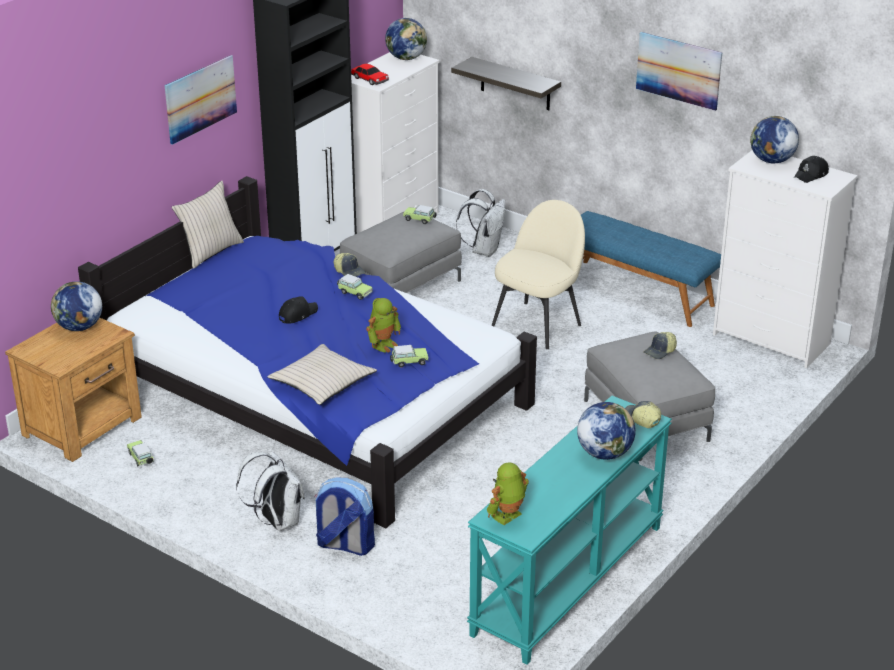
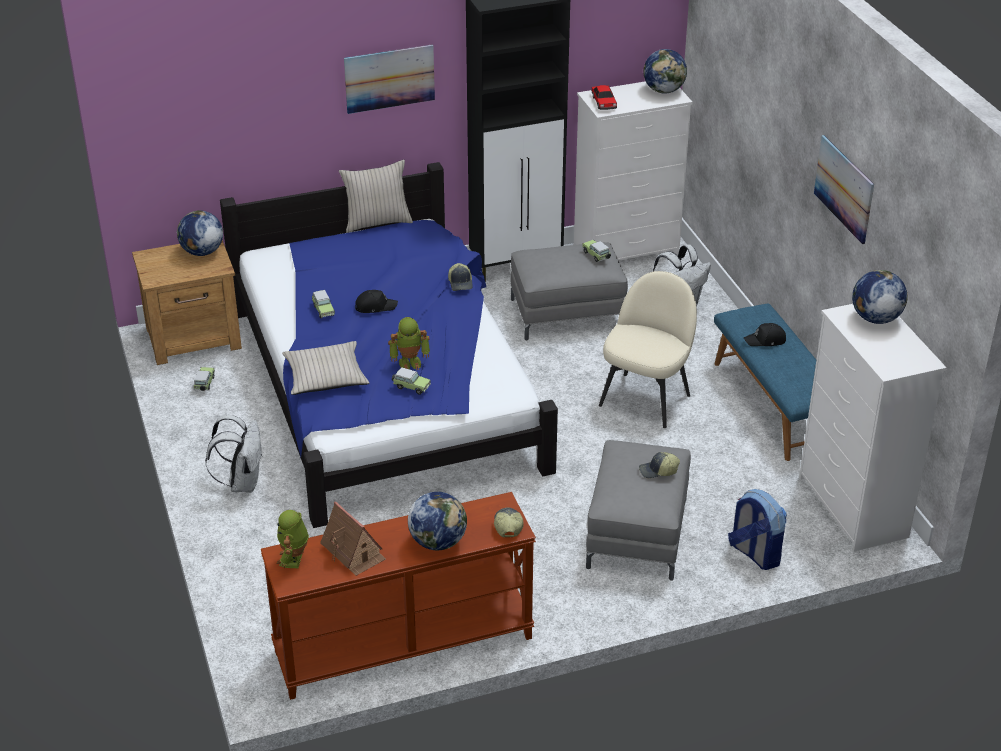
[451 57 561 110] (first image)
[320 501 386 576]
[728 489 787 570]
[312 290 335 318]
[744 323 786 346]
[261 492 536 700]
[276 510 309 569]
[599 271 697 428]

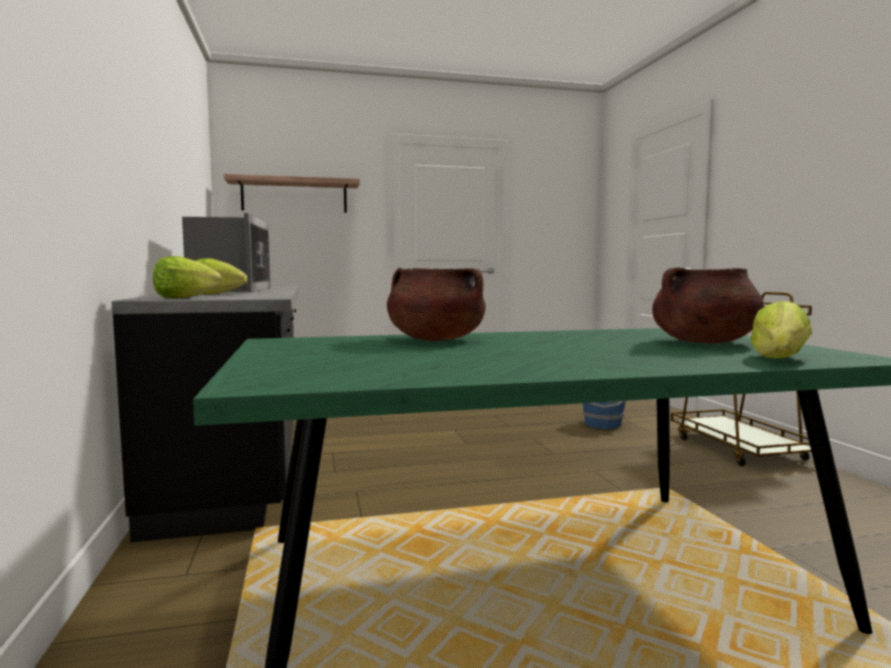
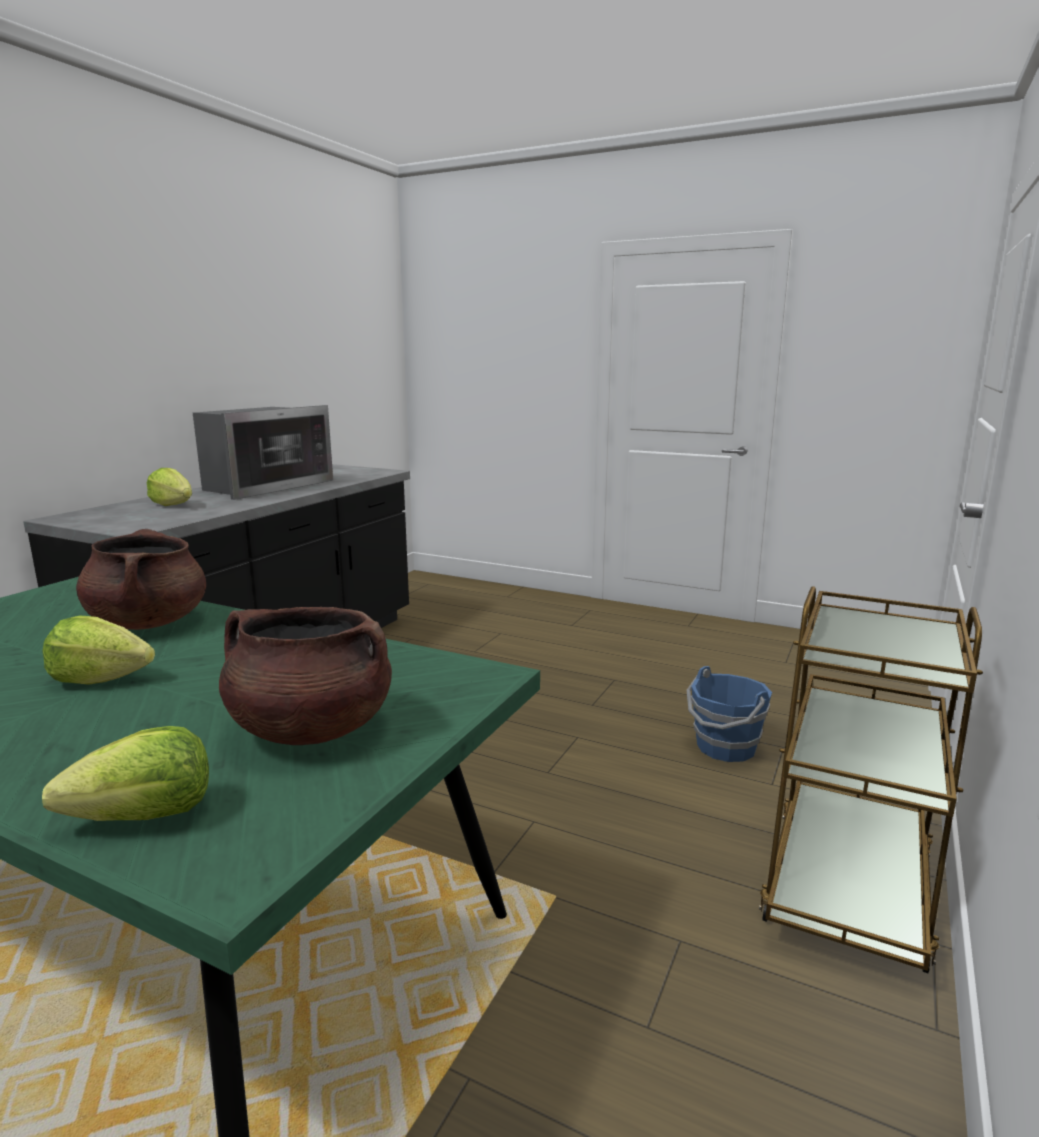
[224 174 360 213] (first image)
[42 616 155 685]

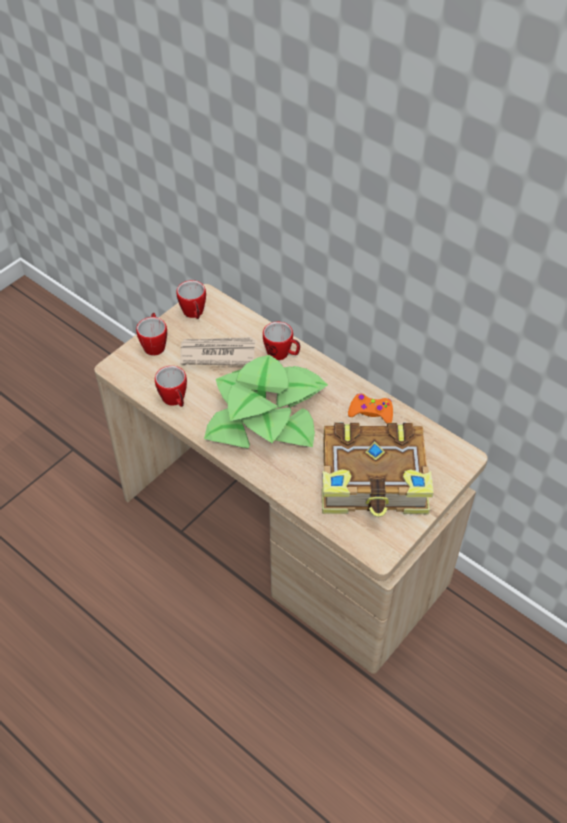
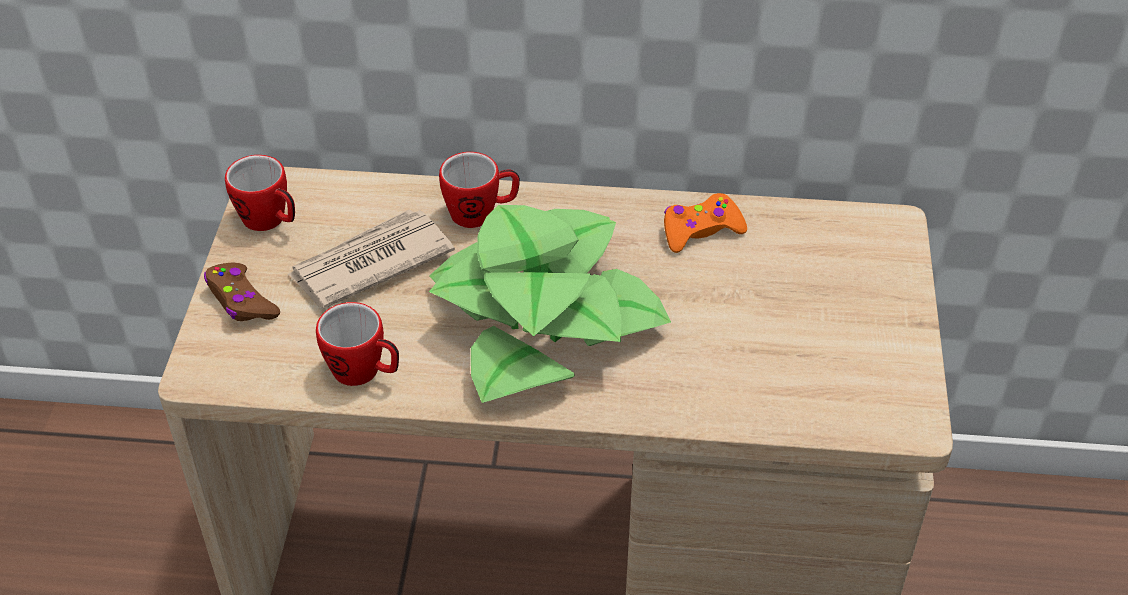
[322 423 434 517] (first image)
[204 262 280 321]

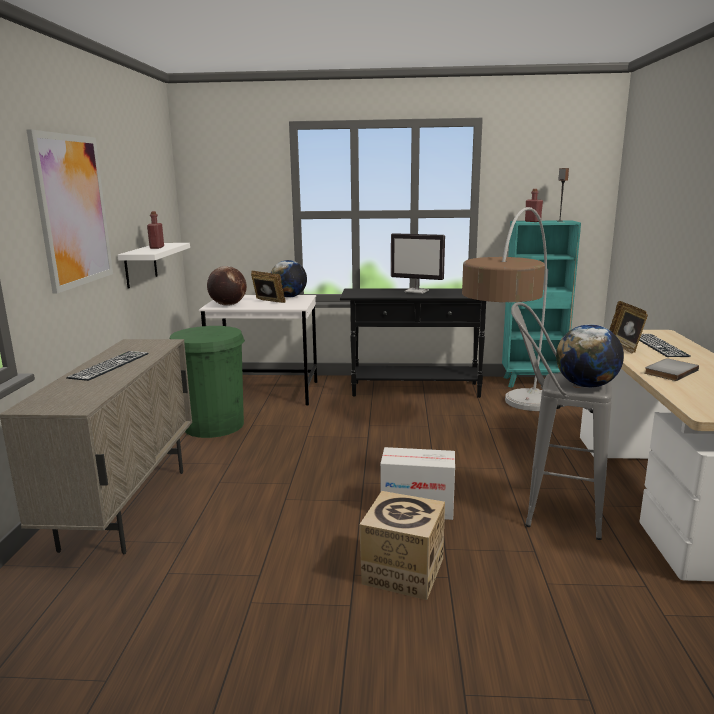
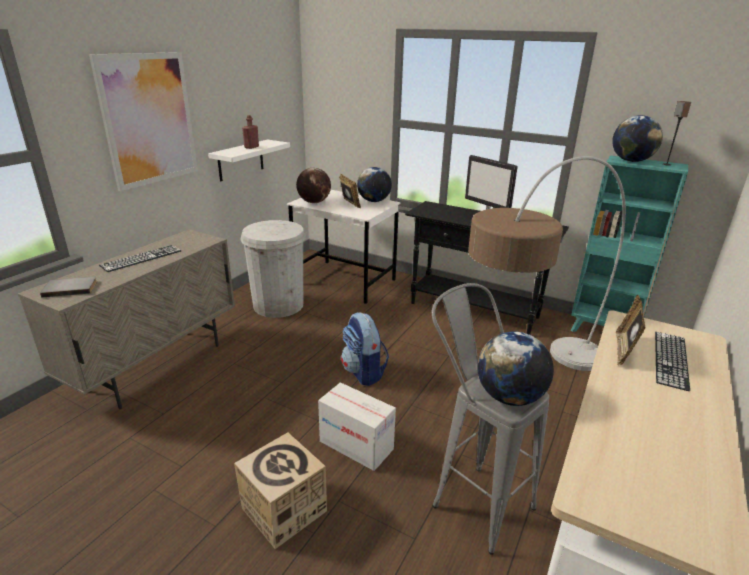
[341 312 389 386]
[40 277 97 298]
[612 115 663 162]
[240 220 306 318]

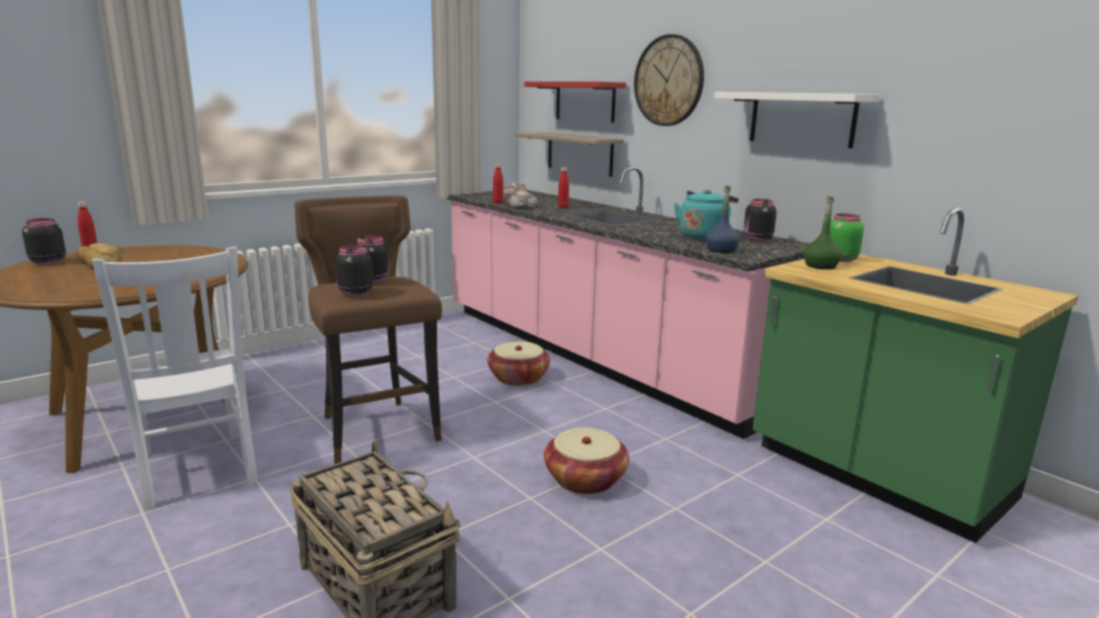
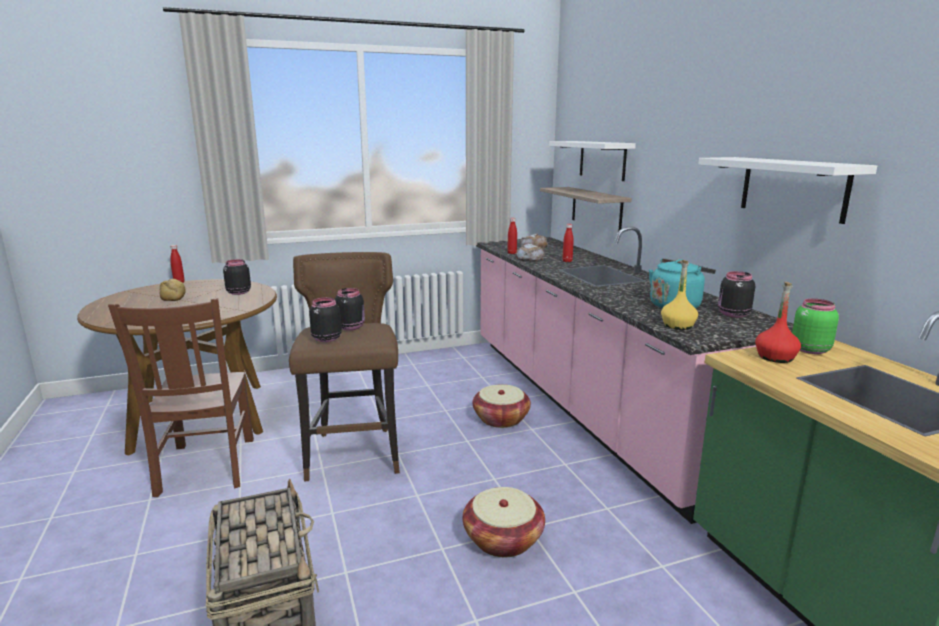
[634 34 704 126] (first image)
[223 259 251 295]
[108 298 254 497]
[549 141 636 181]
[661 260 698 330]
[755 282 801 363]

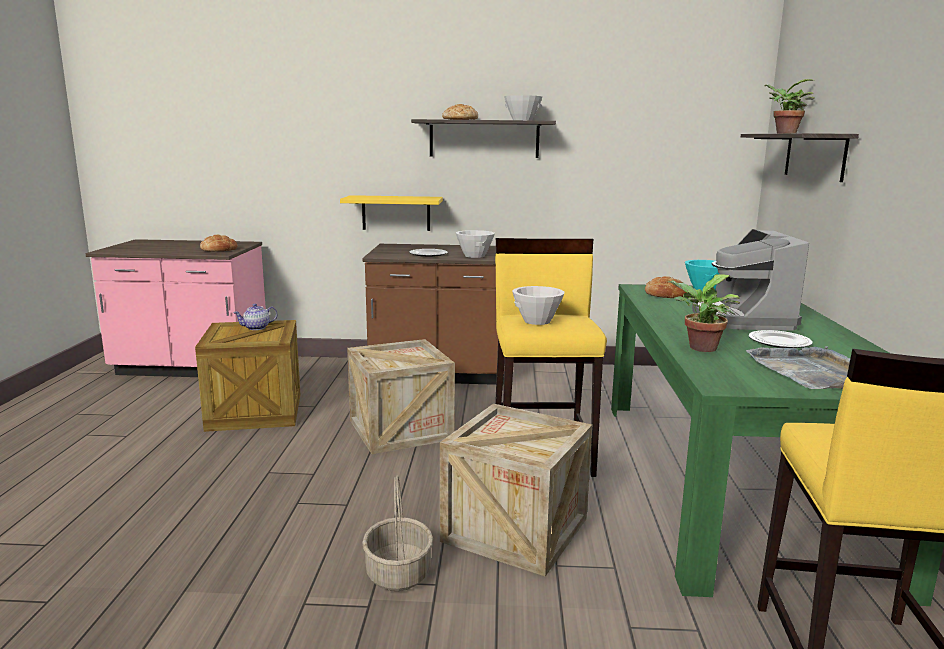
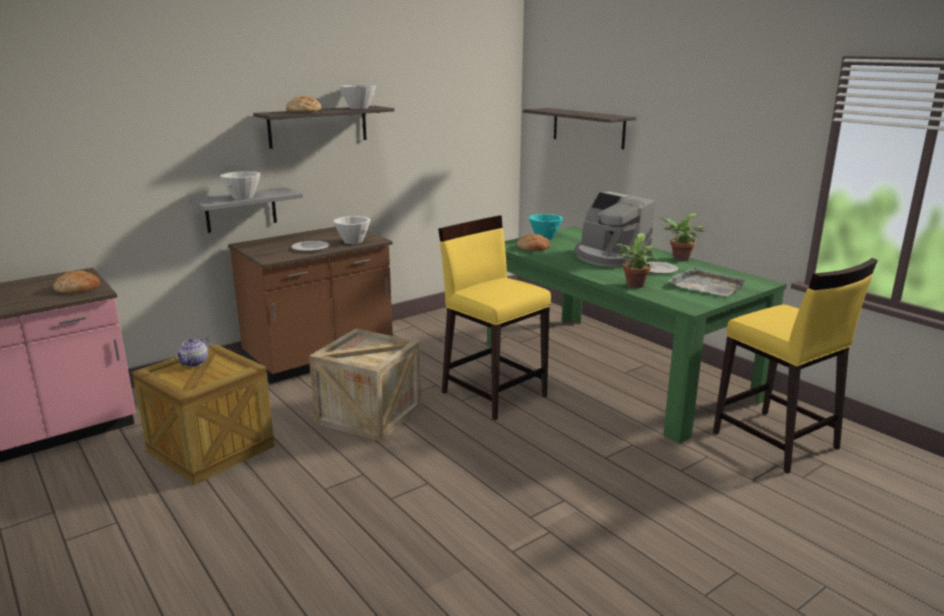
[362 476 433 591] (first image)
[440 404 592 576] (first image)
[220 171 261 200]
[660 214 704 261]
[190 187 303 233]

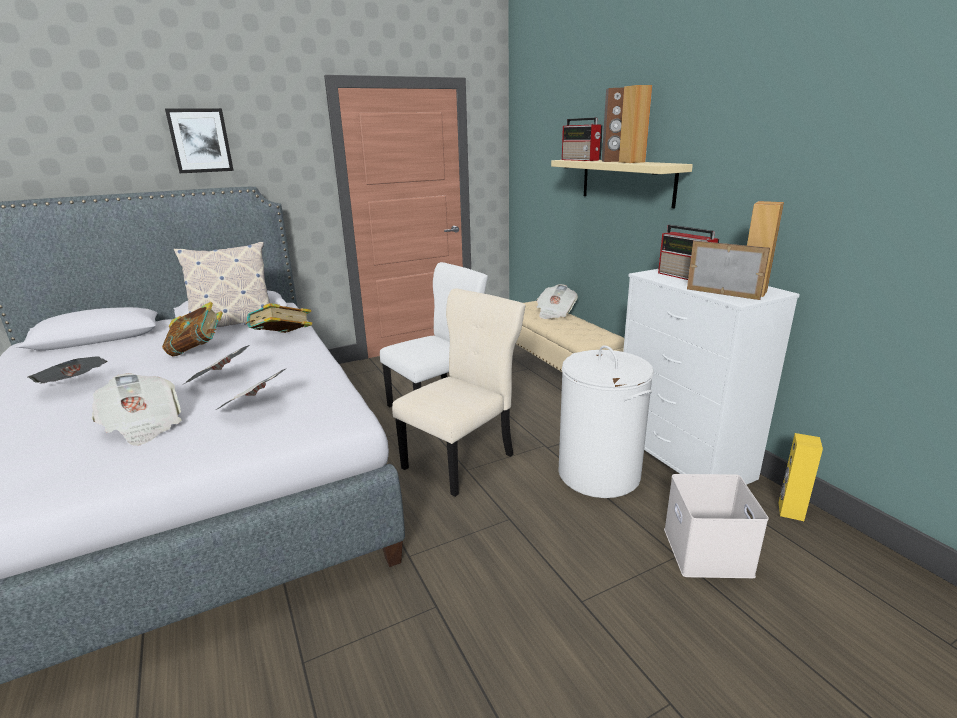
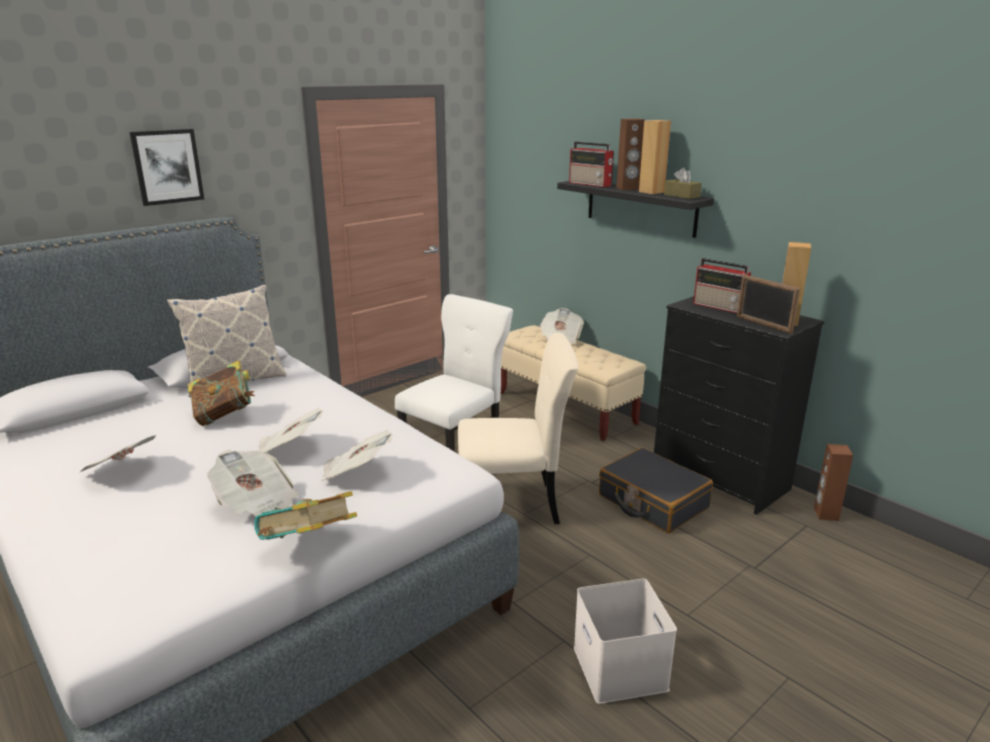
[664 168 702 199]
[254 491 357 540]
[574 579 677 704]
[599 448 713 533]
[557 181 714 238]
[654 296 824 515]
[814 444 853 521]
[458 332 579 524]
[737 274 800 334]

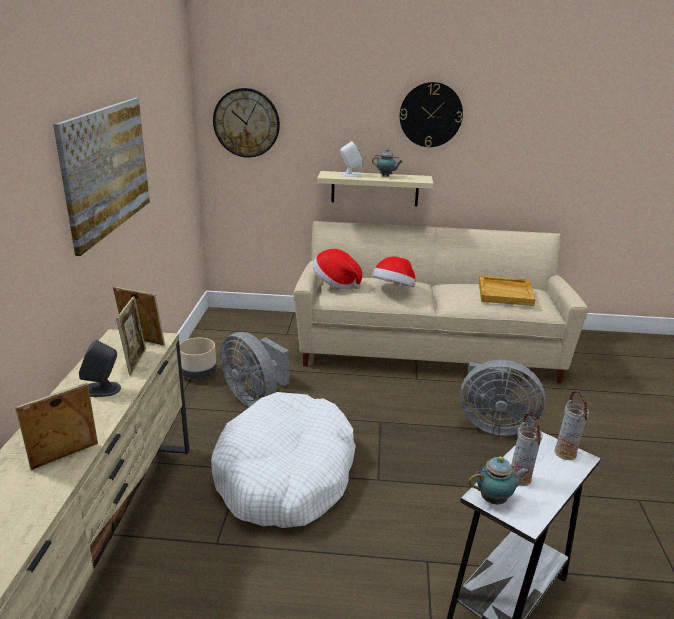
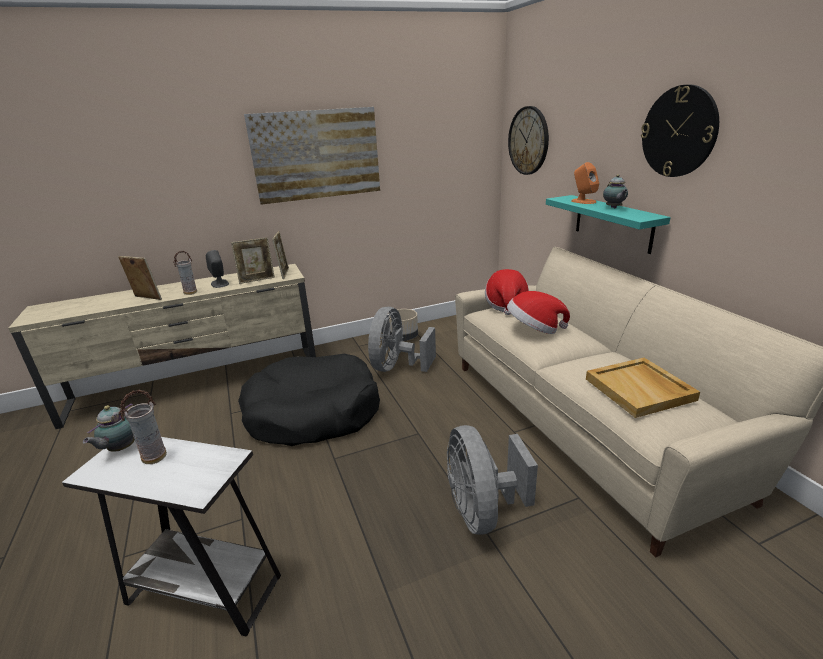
[173 250 197 295]
[238 354 380 446]
[546 195 671 254]
[571 162 599 204]
[83 404 135 452]

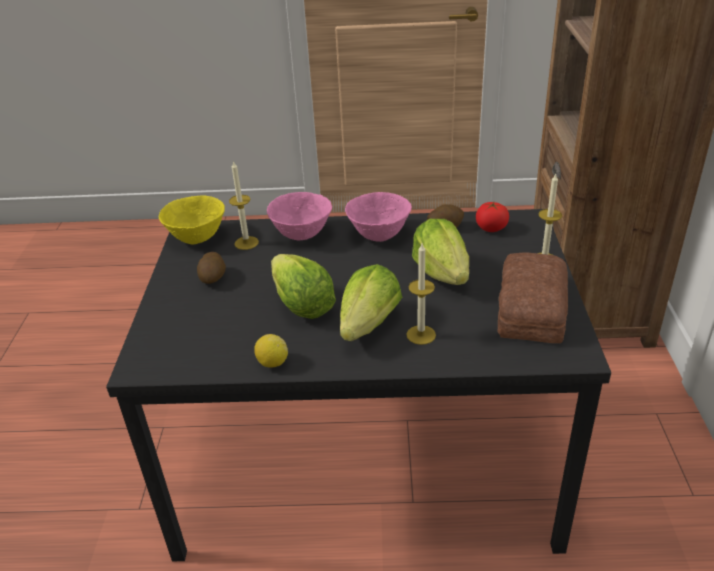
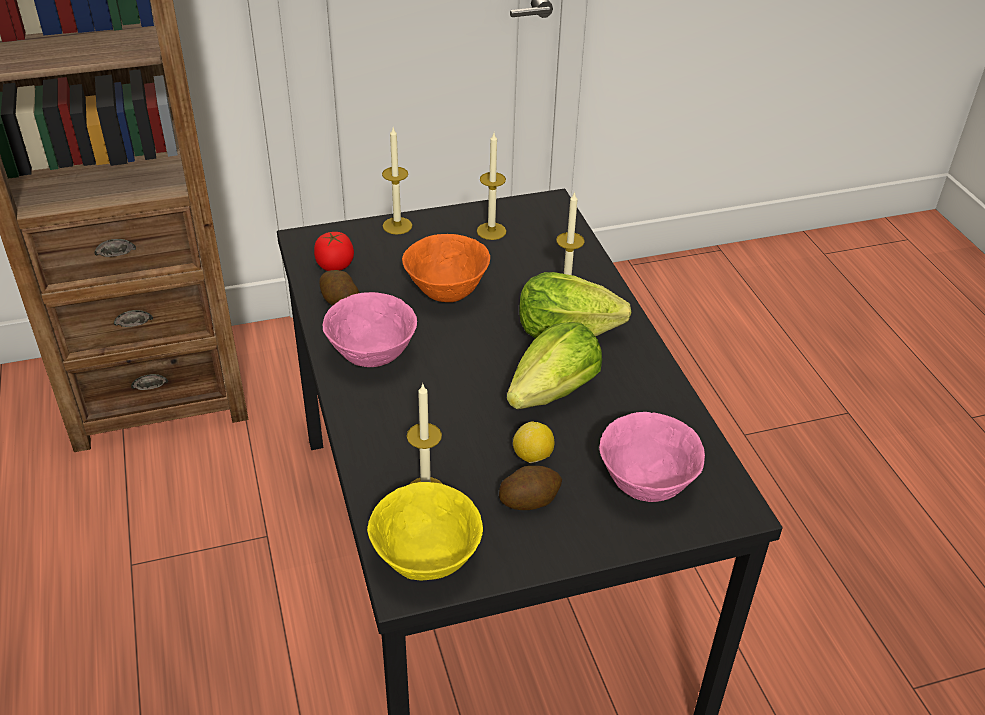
[513 422 554 463]
[599 412 705 502]
[402 234 490 302]
[477 133 506 240]

